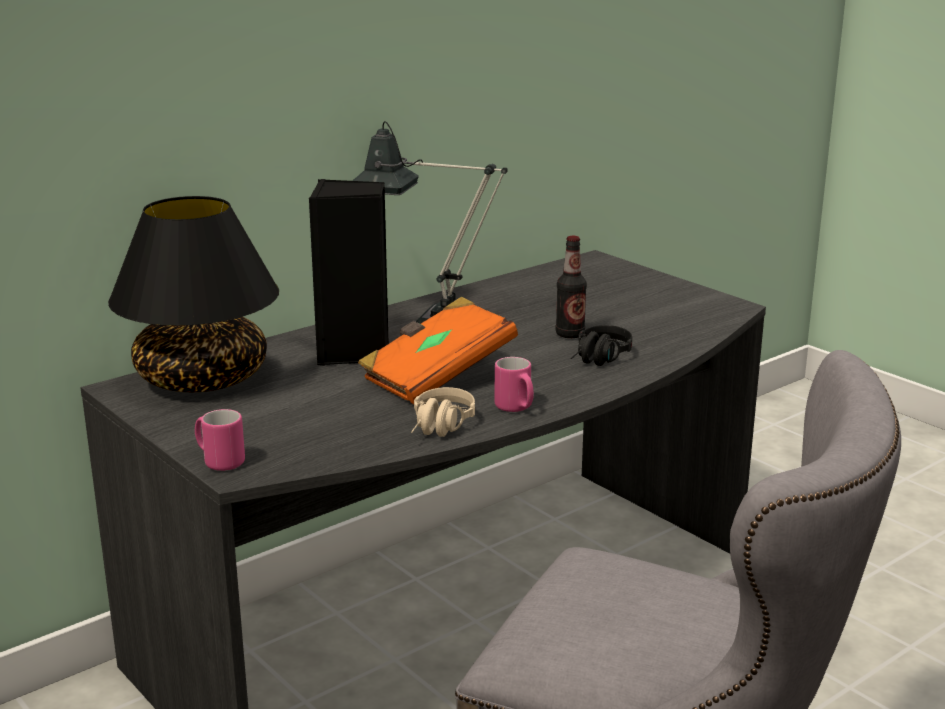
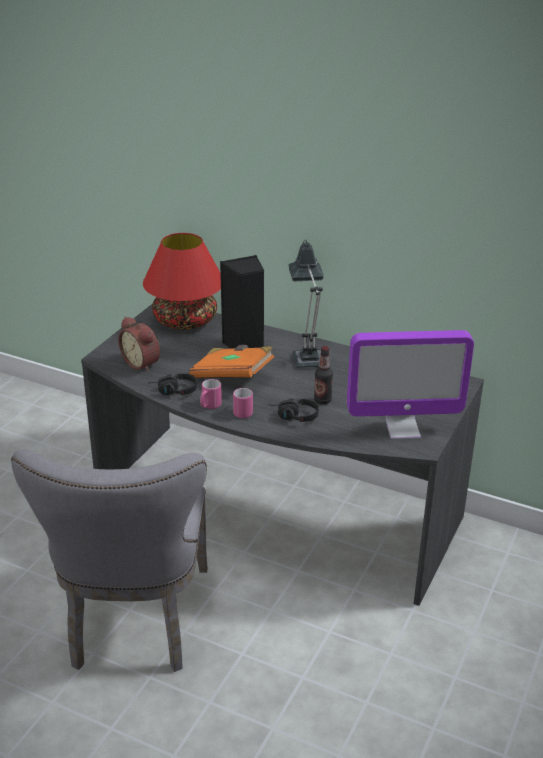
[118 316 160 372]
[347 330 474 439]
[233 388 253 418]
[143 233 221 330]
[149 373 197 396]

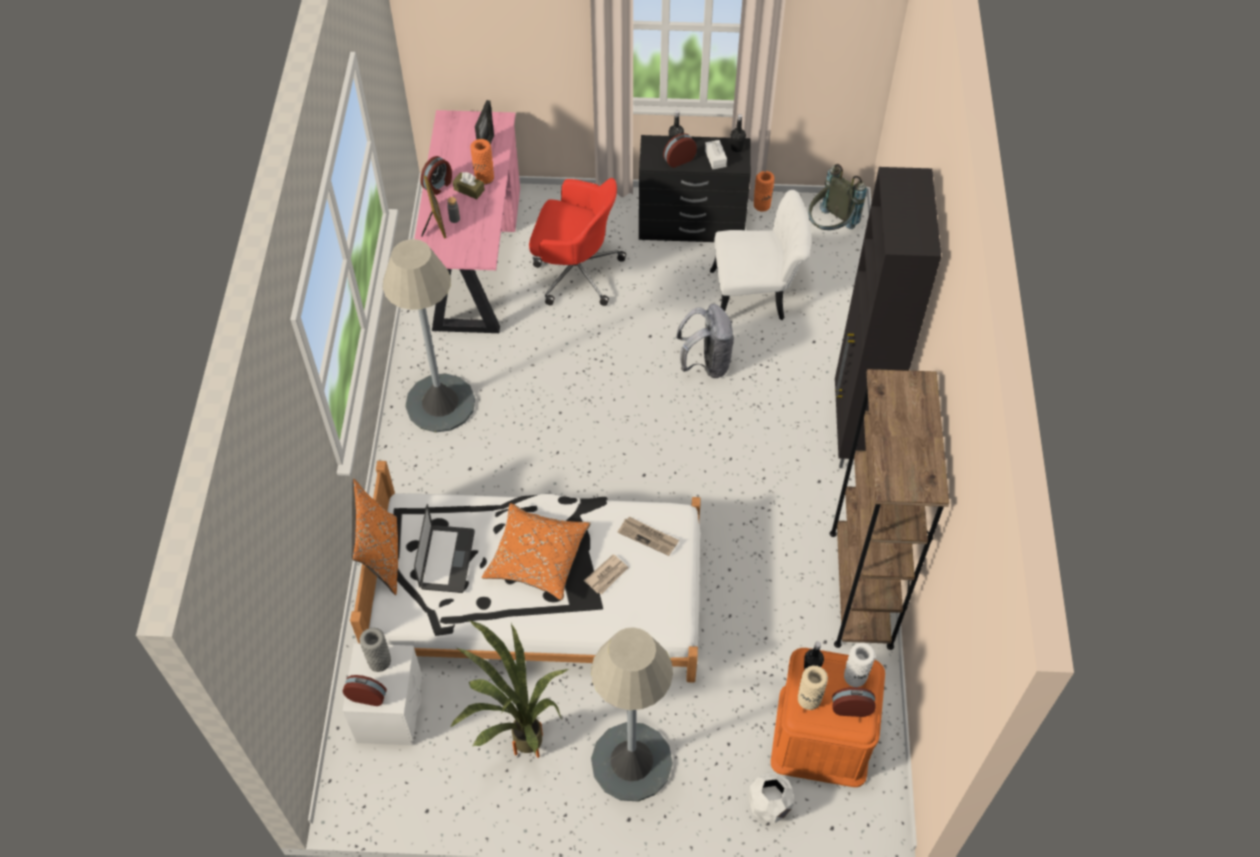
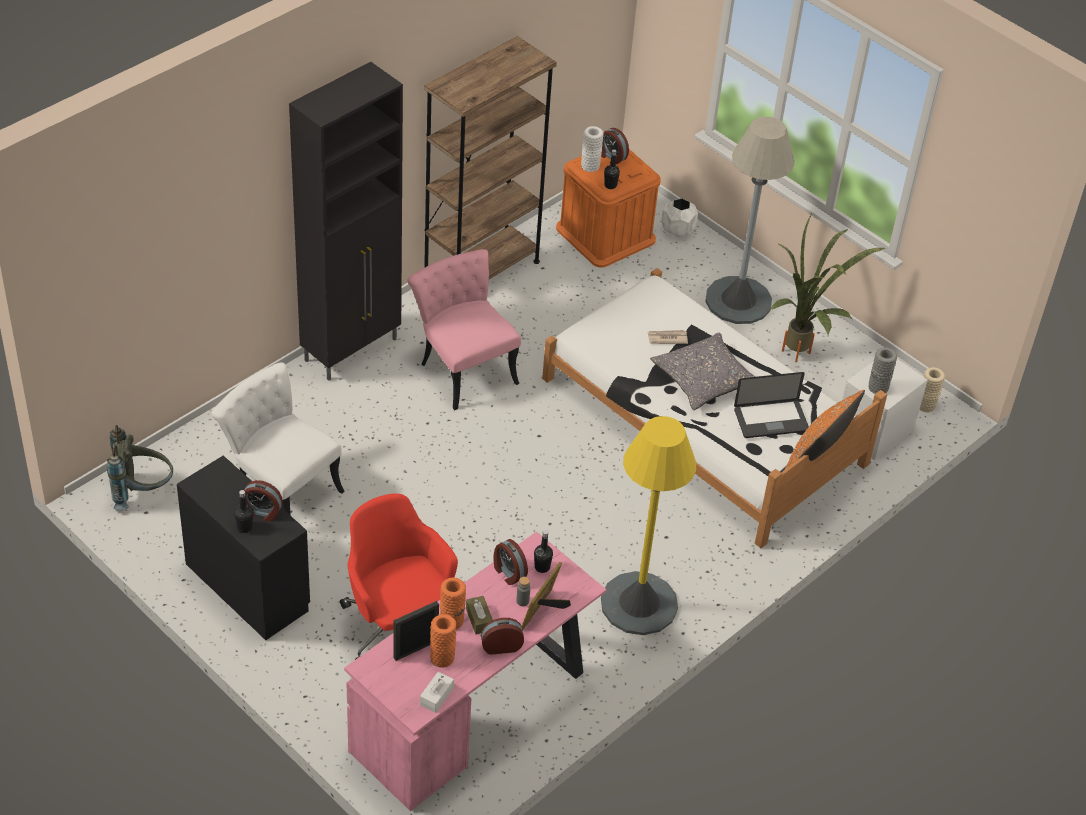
[617 516 679 556] (first image)
[676 304 734 378] (first image)
[407 249 521 410]
[493 539 528 585]
[420 672 454 713]
[534 530 553 573]
[430 614 457 668]
[919 367 945 412]
[601 416 696 635]
[650 333 755 410]
[734 372 809 438]

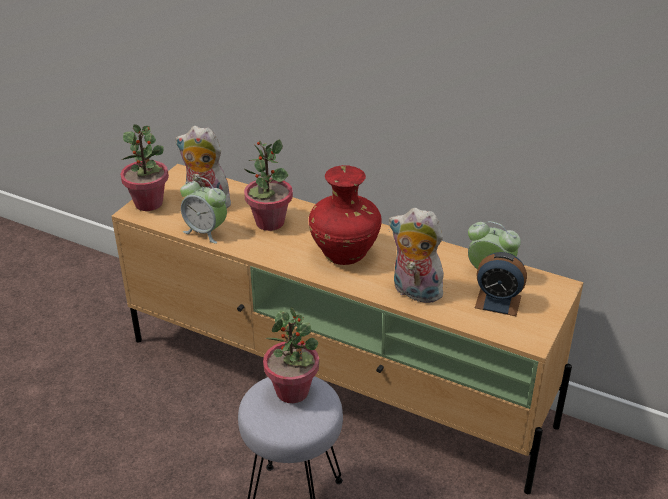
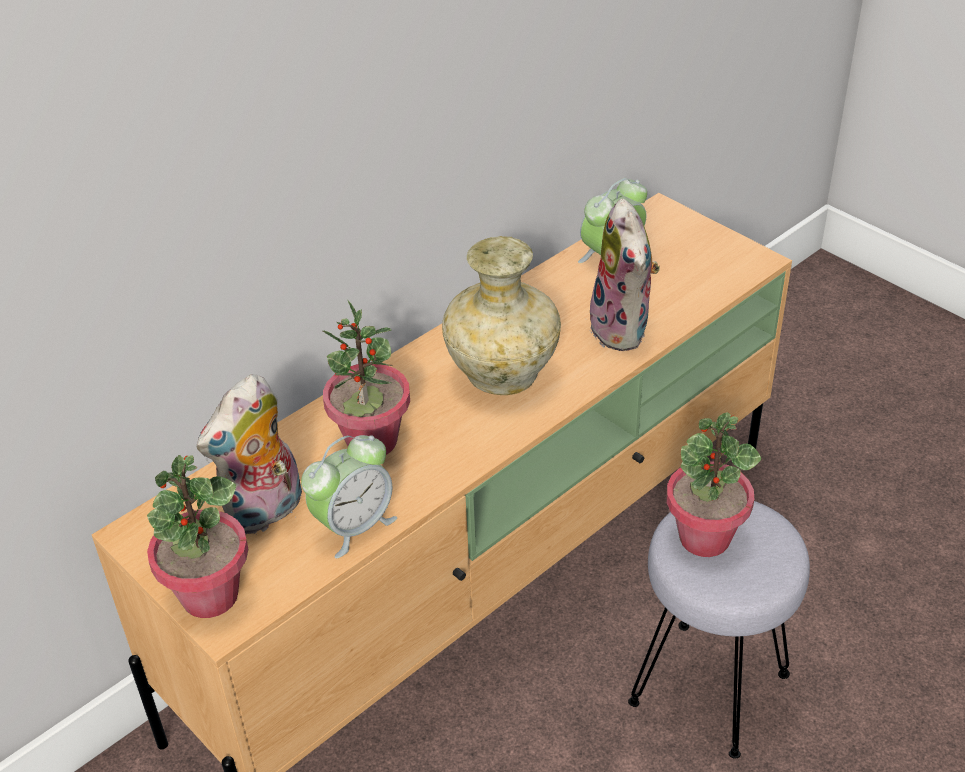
[475 252 527 316] (first image)
[442 236 561 395]
[590 199 660 351]

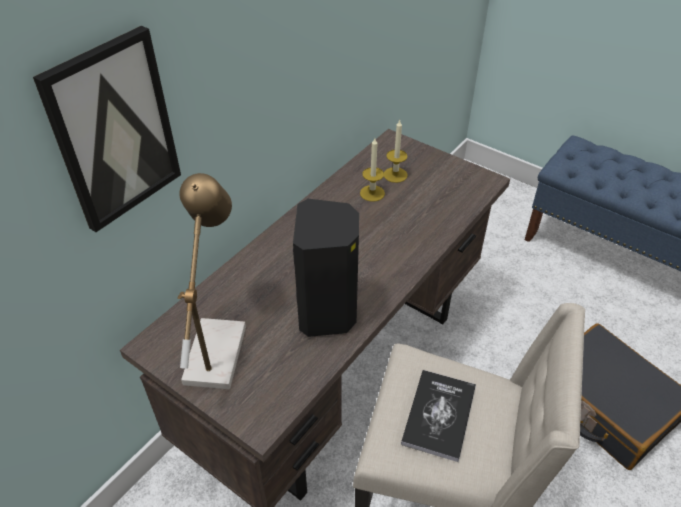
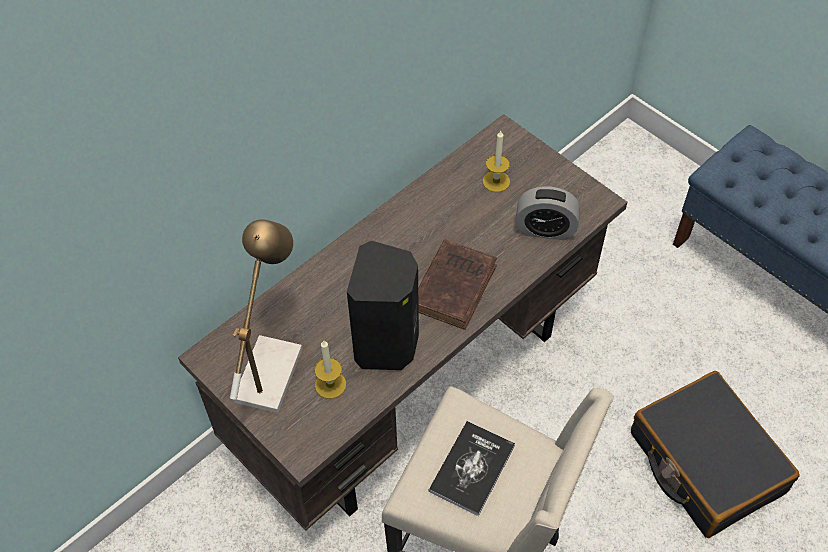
[33 26 181 232] (first image)
[418 239 497 330]
[516 186 580 240]
[314 341 346 399]

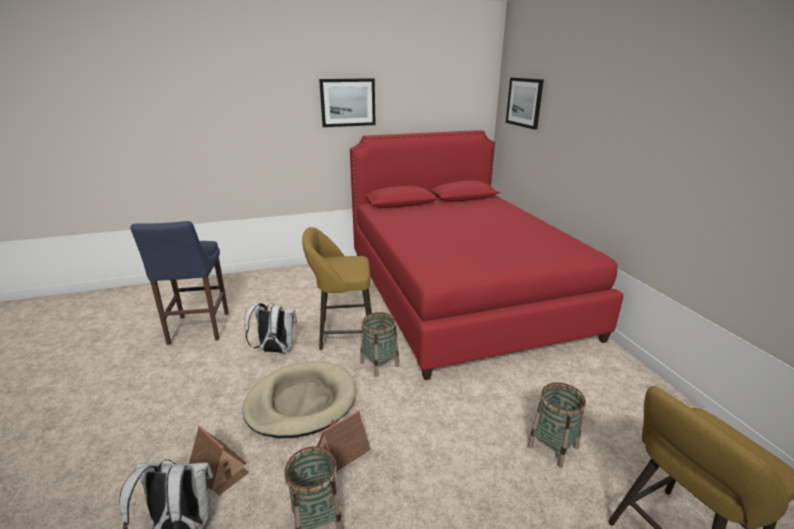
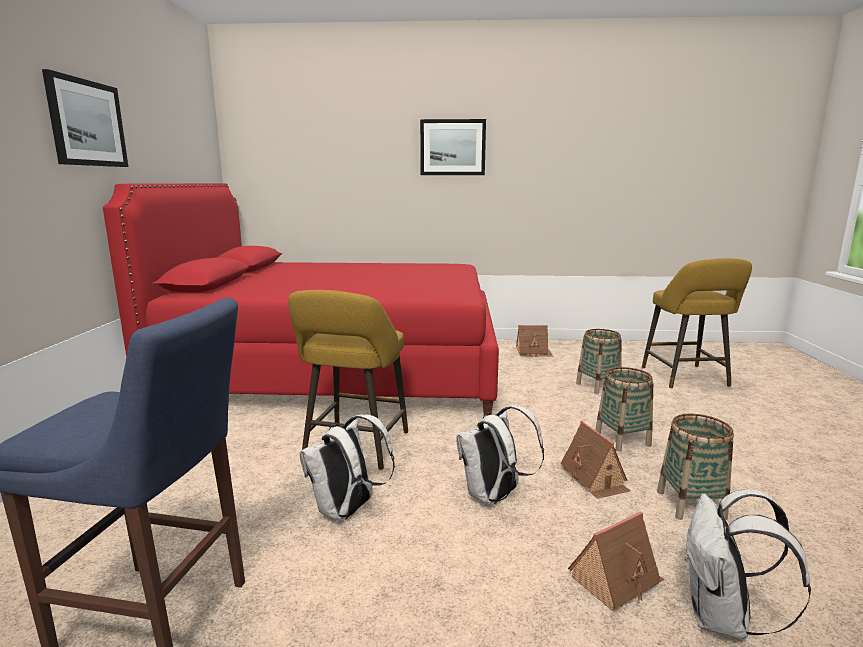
[516 325 553 357]
[595 367 653 452]
[420 119 486 175]
[456 406 544 506]

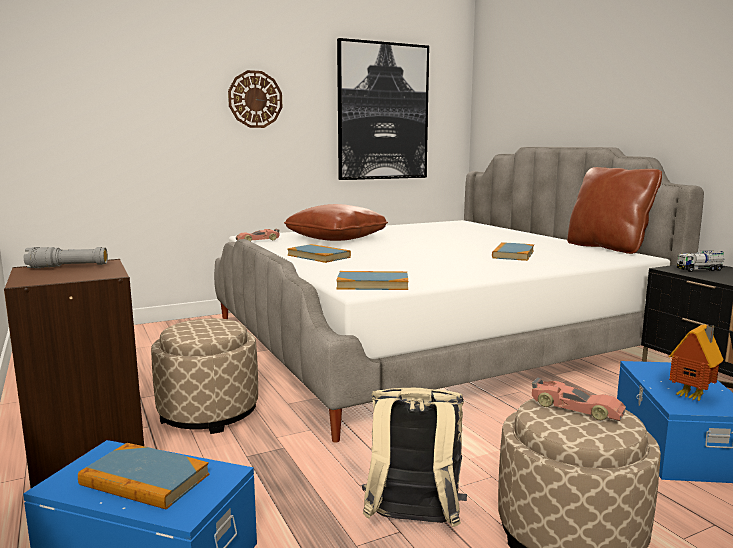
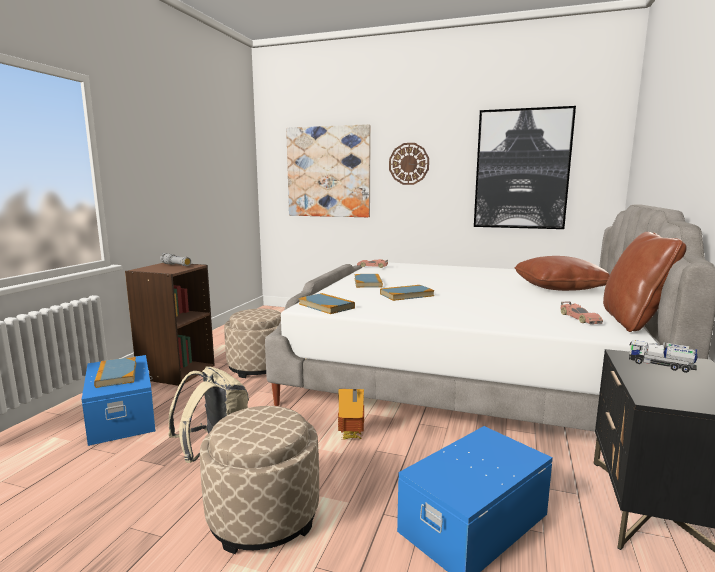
[286 124 371 217]
[514 256 610 291]
[380 285 435 301]
[561 301 603 324]
[338 389 364 440]

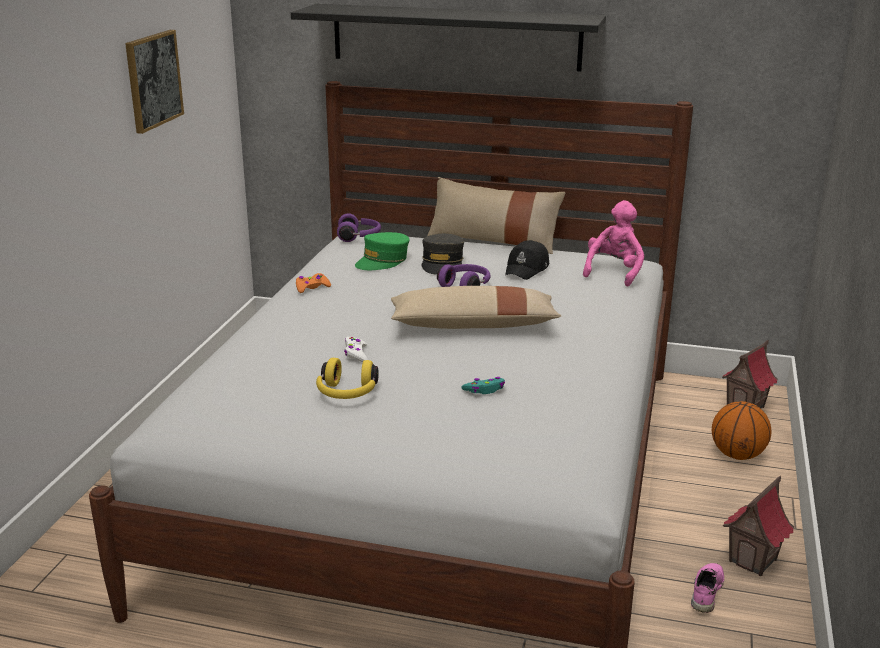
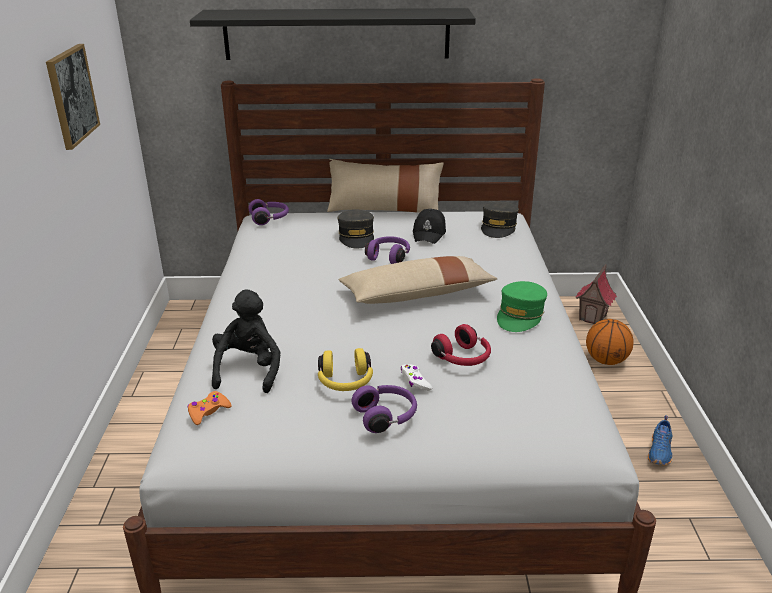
[691 563 724 613] (first image)
[212 290 281 393]
[351 385 417 433]
[187 391 232 425]
[401 364 432 391]
[497 281 547 332]
[431 324 491 366]
[481 201 519 238]
[648 415 672 466]

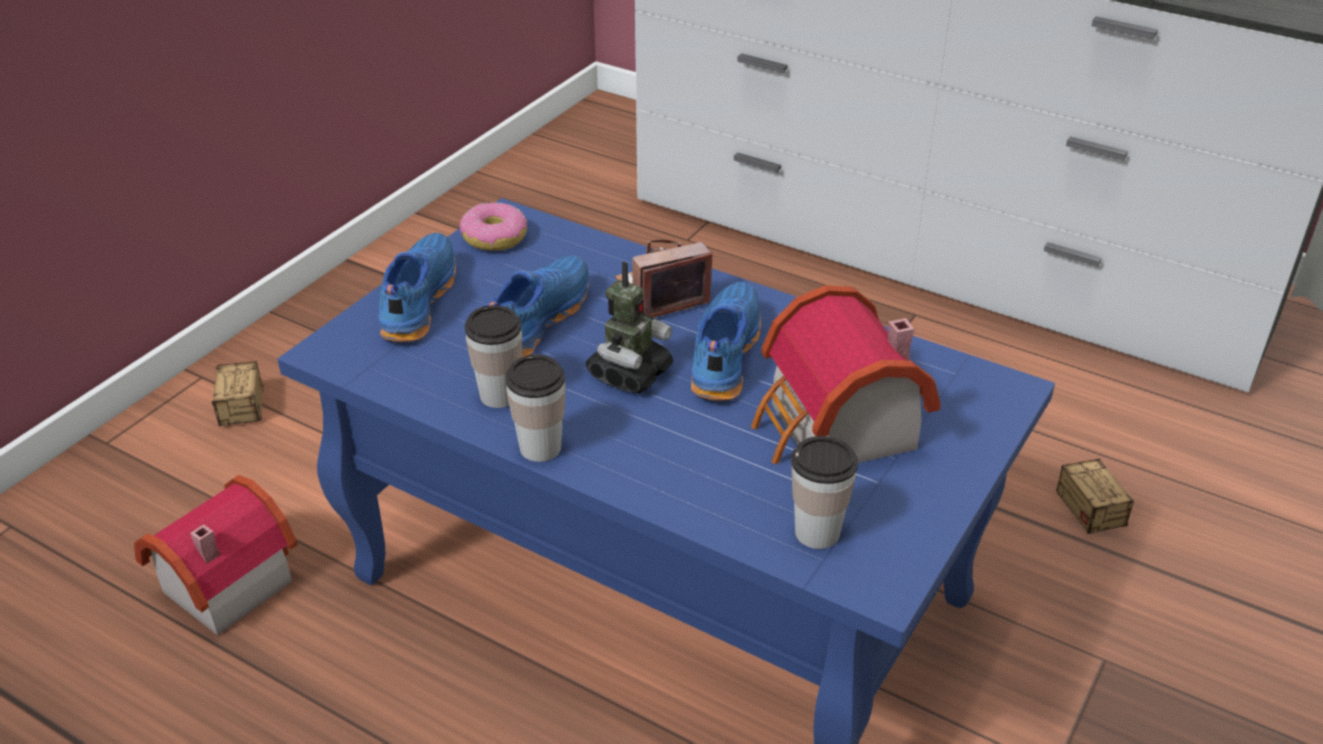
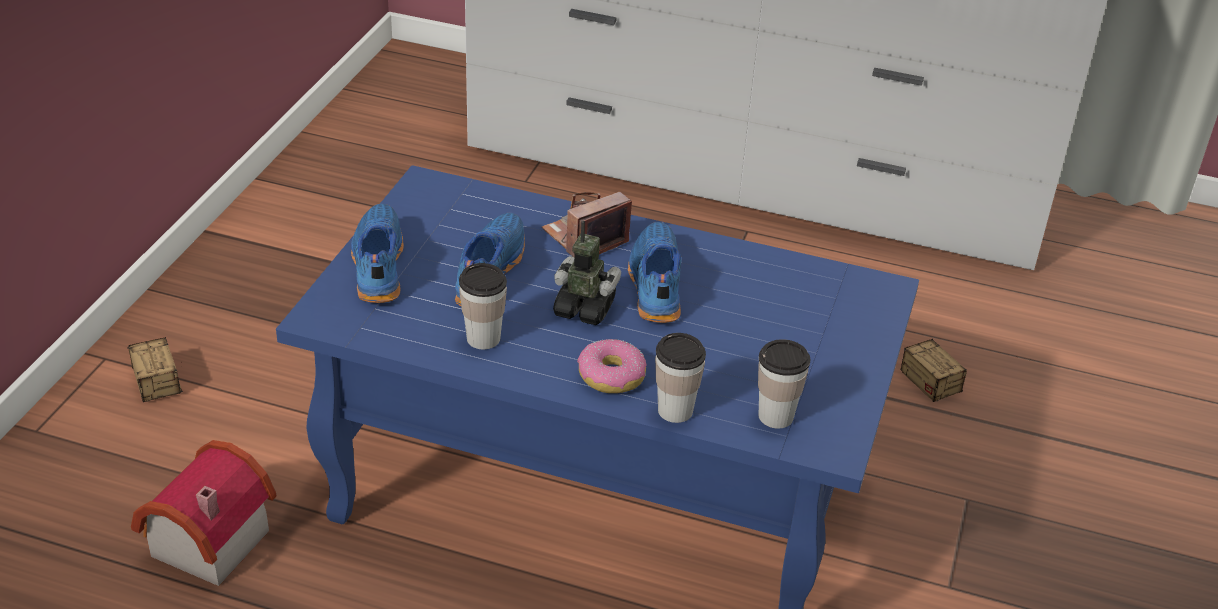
[751 285 941 464] (first image)
[577 339 647 393]
[655 333 706 423]
[553 221 621 325]

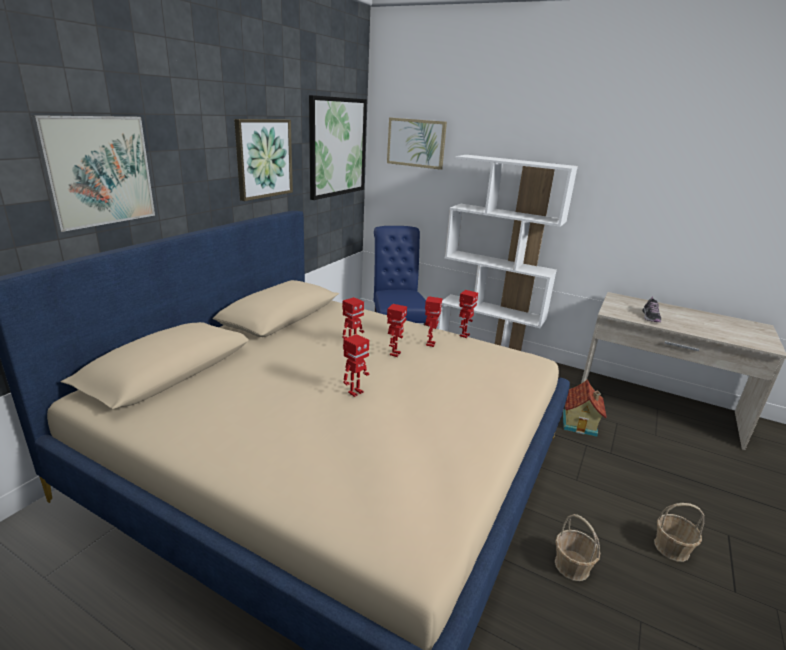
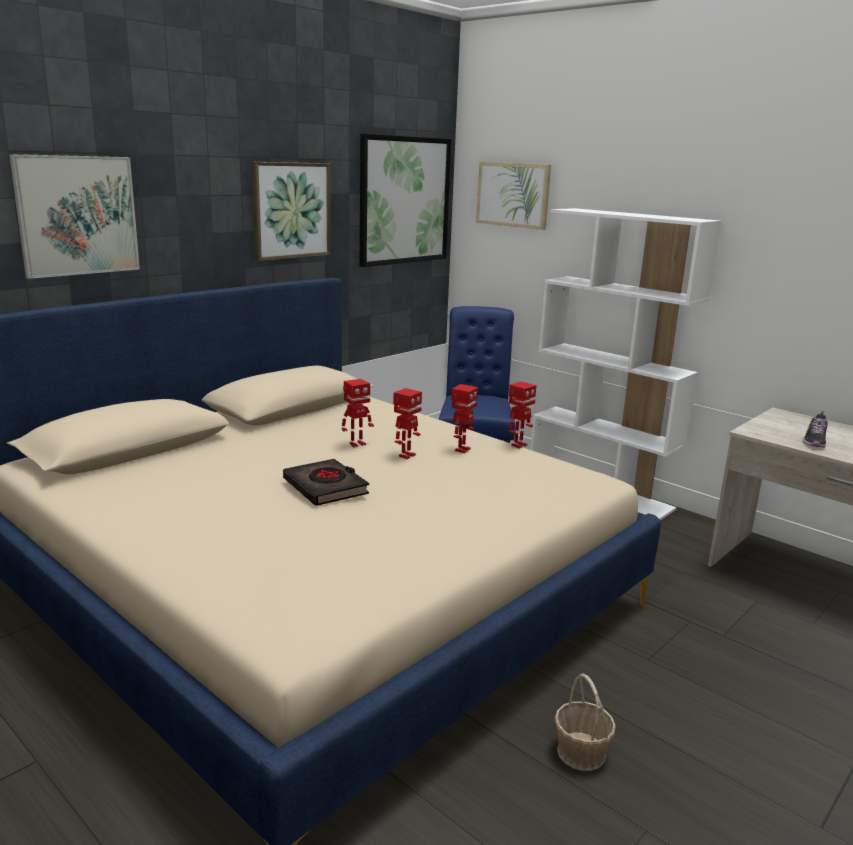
[563 379 607 437] (first image)
[654 503 704 562] (first image)
[283 459 369 506]

